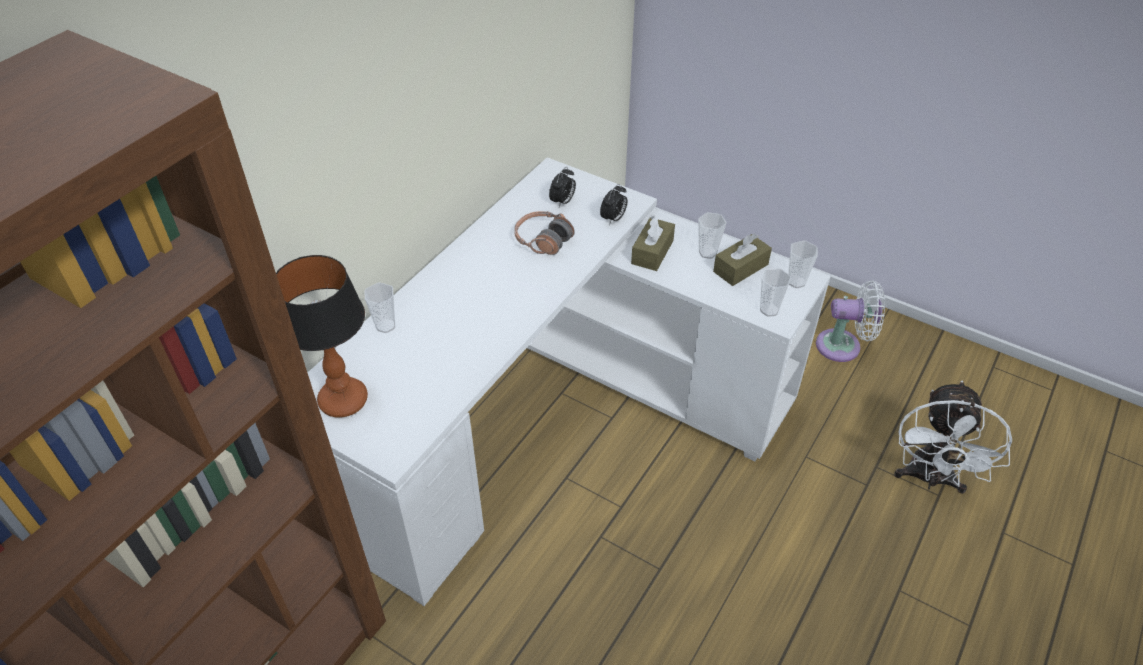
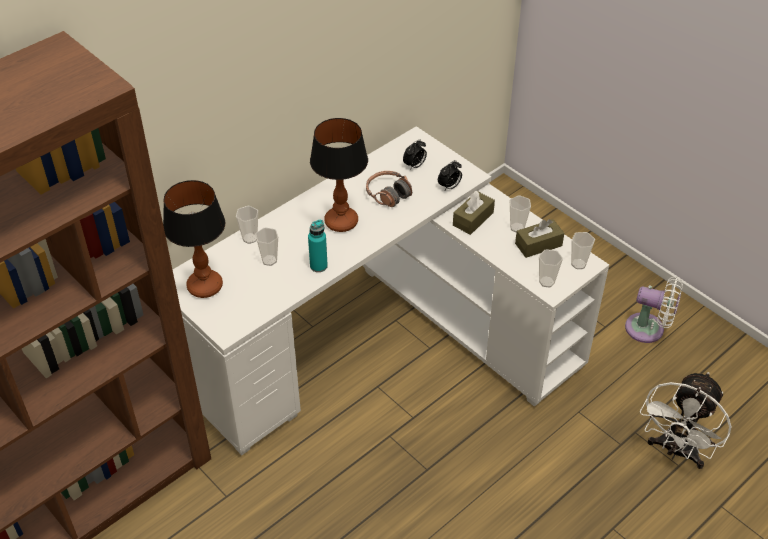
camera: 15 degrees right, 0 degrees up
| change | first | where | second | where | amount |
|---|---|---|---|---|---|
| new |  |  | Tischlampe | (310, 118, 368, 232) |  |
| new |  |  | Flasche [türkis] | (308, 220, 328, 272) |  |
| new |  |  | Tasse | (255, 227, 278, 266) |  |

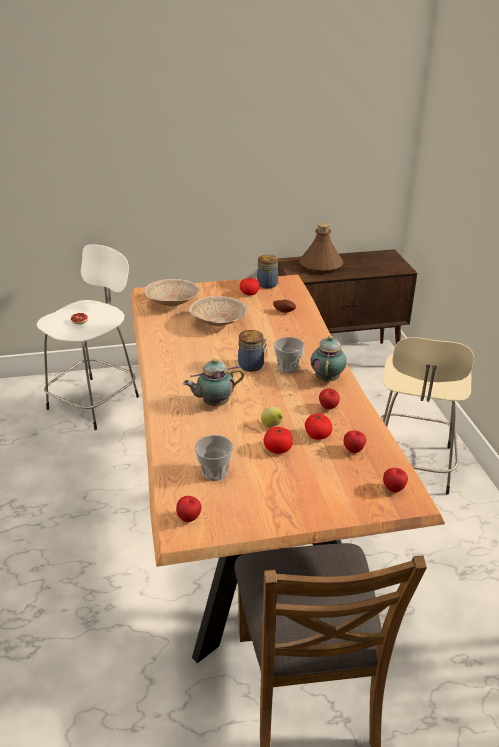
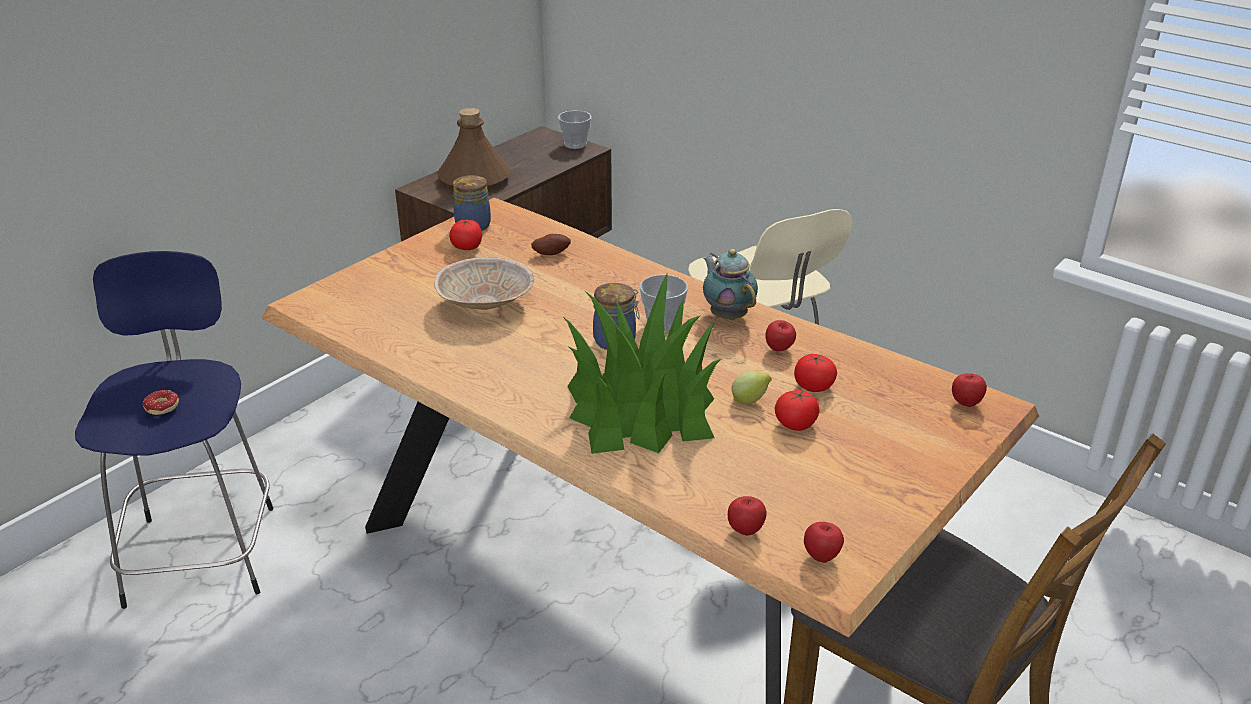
camera: 40 degrees left, 0 degrees up
| change | first | where | second | where | amount |
|---|---|---|---|---|---|
| repainted | Hocker [weiß] | (36, 244, 139, 430) | Hocker [blau] | (75, 251, 273, 609) |  |
| gone | Schüssel [beige] | (145, 279, 200, 307) |  |  |  |
| swapped | Teekanne | (183, 359, 244, 406) | Topfpflanze | (562, 274, 721, 454) |  |
| shifted | Apfel | (343, 430, 366, 454) |  | (728, 496, 767, 536) |  |
| shifted | Tasse | (195, 435, 233, 481) |  | (558, 111, 592, 149) |  |

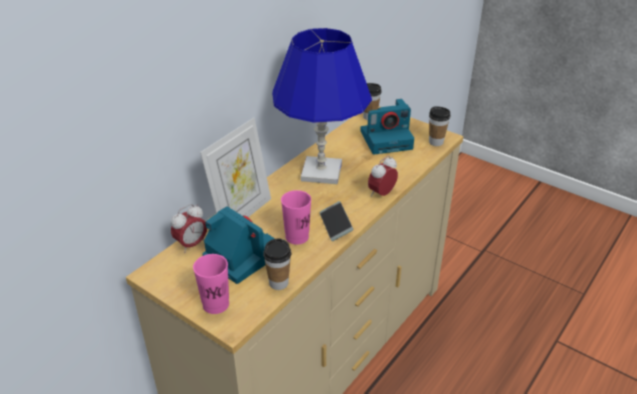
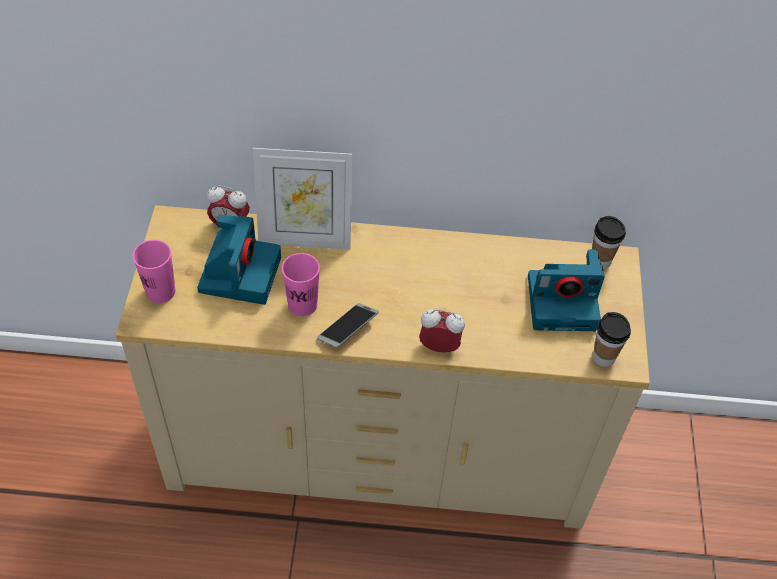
camera: 55 degrees right, 15 degrees up
| change | first | where | second | where | amount |
|---|---|---|---|---|---|
| gone | Tischlampe [blau] | (272, 28, 372, 185) |  |  |  |
| rotated | Kamera | (360, 99, 414, 155) |  | (528, 249, 605, 331) | 45 degrees counterclockwise |
| gone | Tasse | (263, 238, 291, 290) |  |  |  |

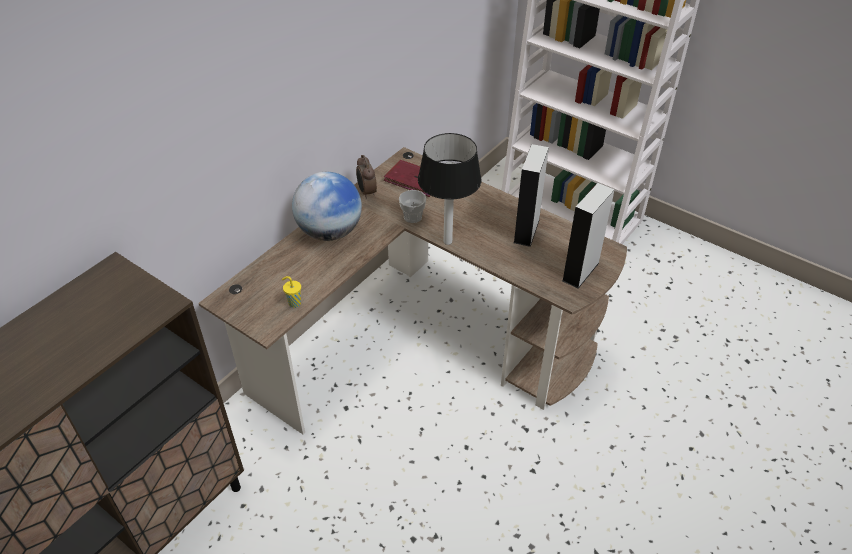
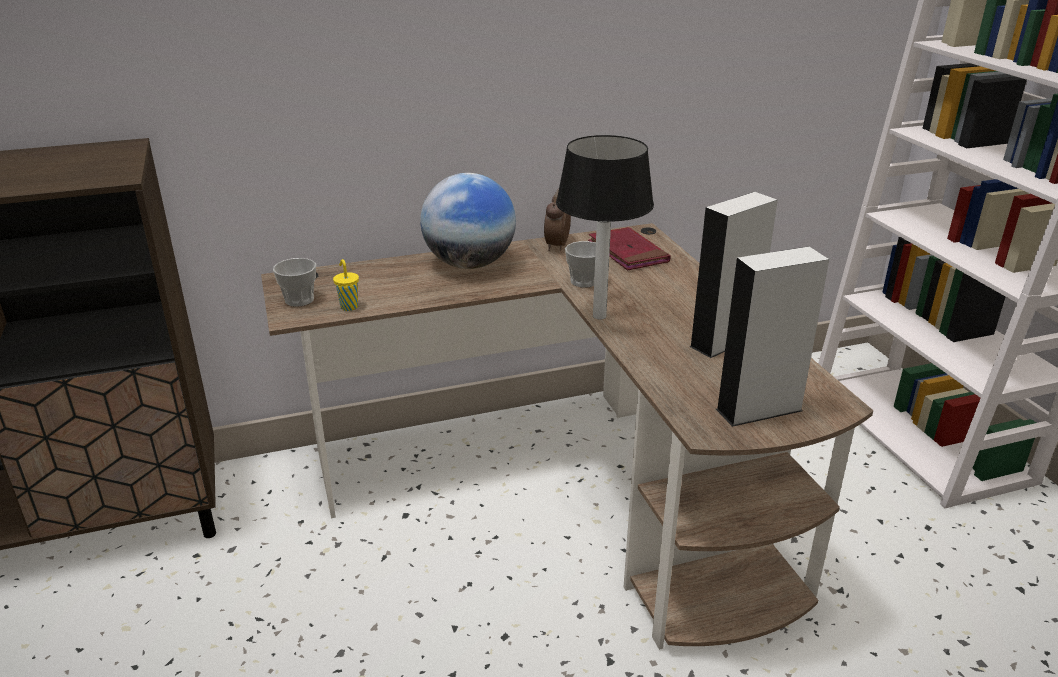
camera: 35 degrees right, 15 degrees down
| change | first | where | second | where | amount |
|---|---|---|---|---|---|
| new |  |  | Tasse | (273, 258, 316, 307) |  |

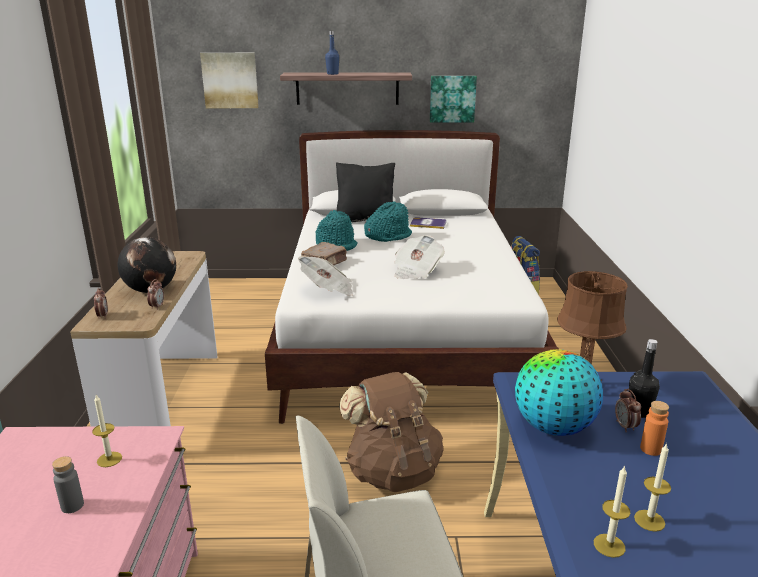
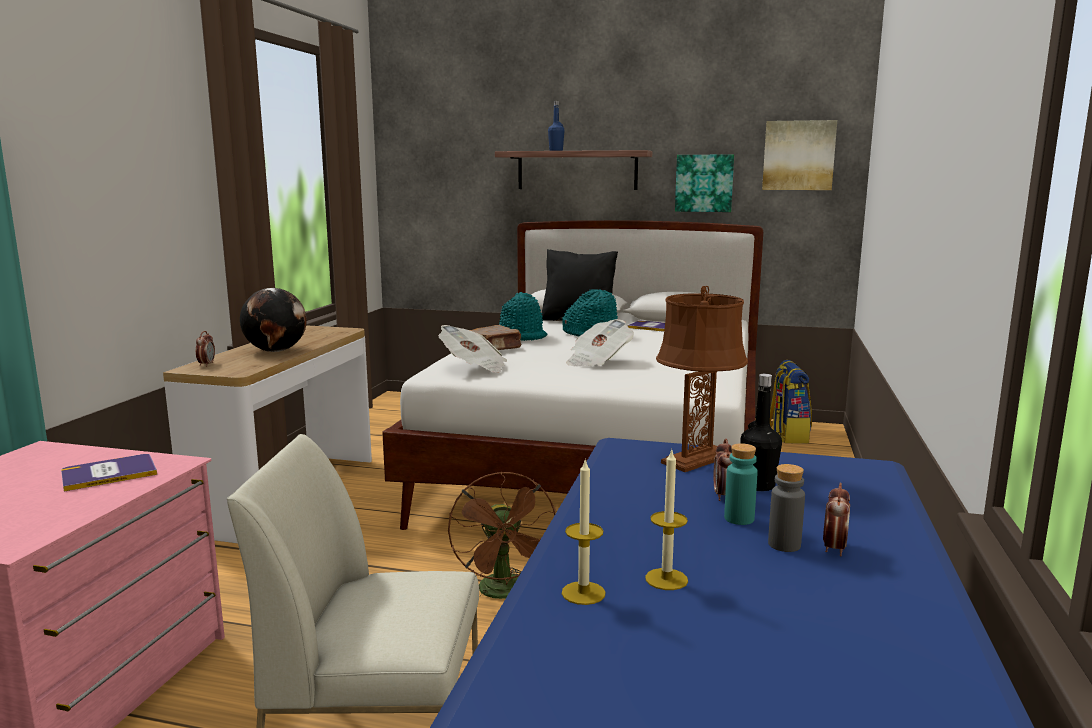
camera: 15 degrees right, 10 degrees down
| change | first | where | second | where | amount |
|---|---|---|---|---|---|
| shifted | Bild | (200, 53, 259, 108) |  | (762, 120, 837, 190) |  |
| shifted | Wecker | (147, 279, 164, 310) |  | (823, 482, 850, 556) |  |
| gone | Globus | (515, 349, 603, 436) |  |  |  |
| swapped | Rucksack [braun] | (339, 372, 444, 492) | Ventilator [braun] | (448, 471, 557, 599) |  |
| swapped | Kerze | (92, 395, 122, 467) | Buch | (61, 454, 157, 491) |  |
| repainted | Flasche [orange] | (640, 401, 669, 456) | Flasche [türkis] | (724, 443, 758, 525) |  |
| shifted | Flasche [grau] | (52, 456, 84, 513) |  | (768, 464, 805, 552) |  |

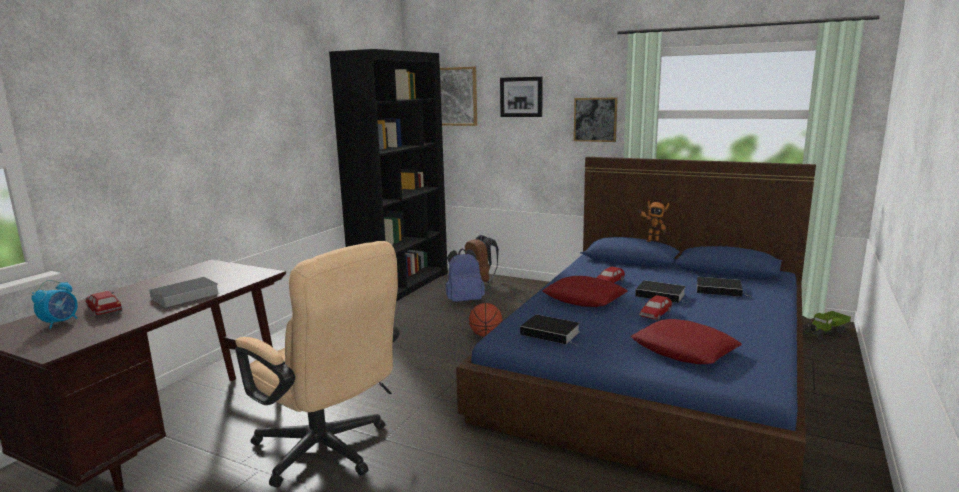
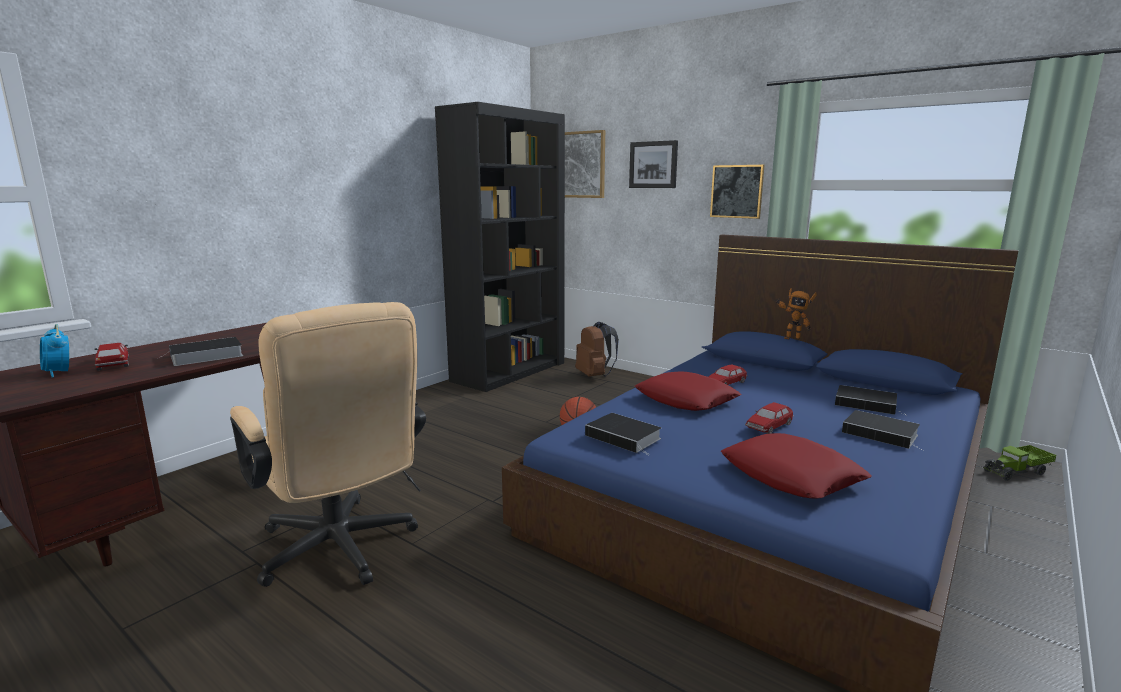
camera: 10 degrees right, 0 degrees up
| change | first | where | second | where | amount |
|---|---|---|---|---|---|
| gone | Rucksack [blau] | (446, 248, 485, 302) |  |  |  |
| rotated | Wecker | (31, 280, 78, 329) |  | (40, 324, 69, 378) | 105 degrees clockwise |
| shifted | Buch | (635, 280, 687, 303) |  | (842, 410, 925, 451) |  |

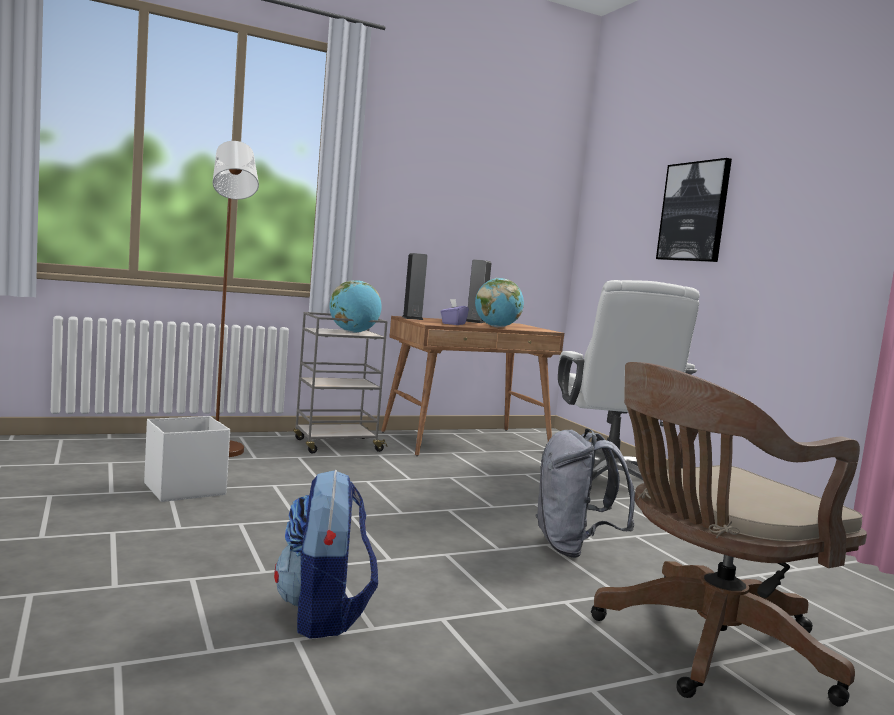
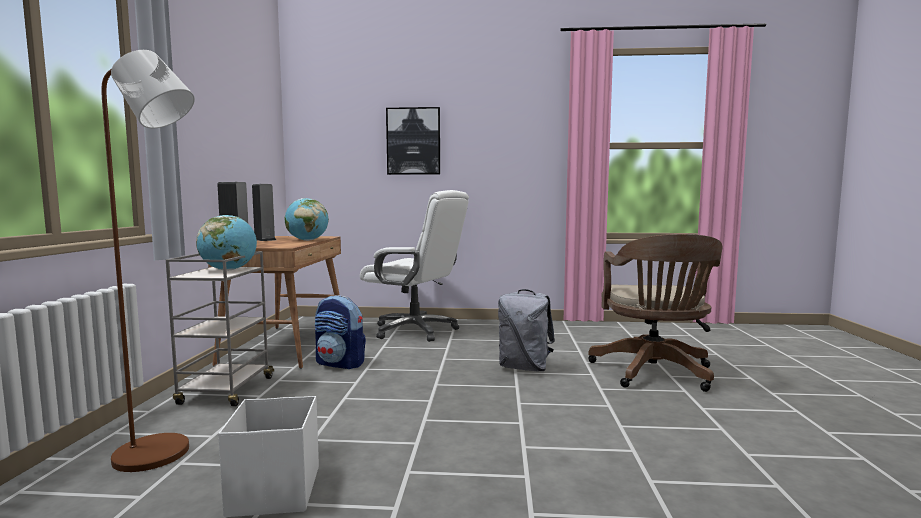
camera: 60 degrees left, 0 degrees up
| change | first | where | second | where | amount |
|---|---|---|---|---|---|
| gone | Taschentuchbox [lila] | (440, 299, 469, 325) |  |  |  |
| shifted | Rucksack | (274, 470, 378, 639) |  | (315, 295, 366, 369) |  |

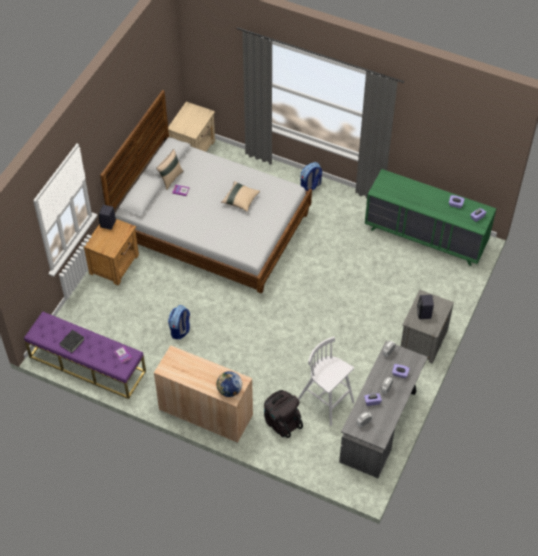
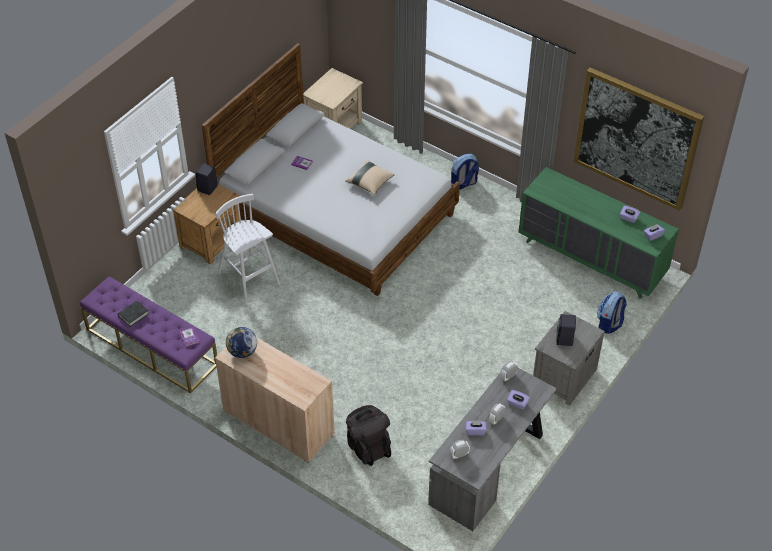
camera: 10 degrees right, 5 degrees down
| change | first | where | second | where | amount |
|---|---|---|---|---|---|
| gone | Kissen [beige] | (156, 149, 183, 190) |  |  |  |
| shifted | Rucksack | (168, 305, 190, 339) |  | (597, 291, 627, 334) |  |
| shifted | Hocker [weiß] | (298, 337, 355, 426) |  | (215, 194, 280, 303) |  |
| shifted | Globus | (216, 371, 242, 397) |  | (226, 327, 257, 358) |  |
| new |  |  | Bild | (574, 67, 704, 211) |  |

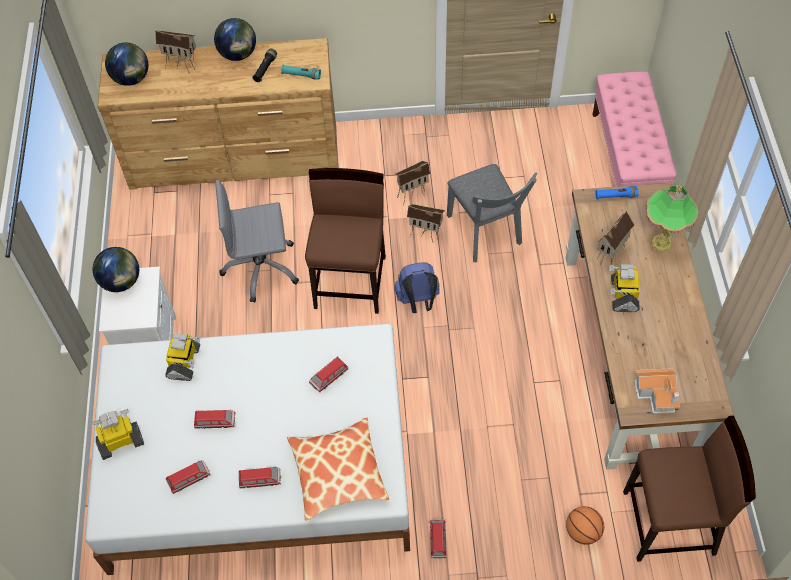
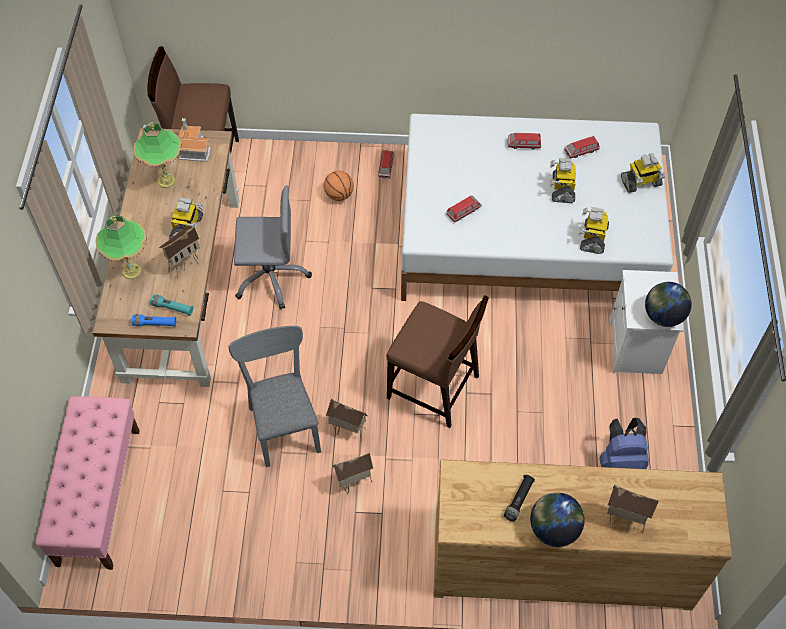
camera: 175 degrees left, 0 degrees up
| change | first | where | second | where | amount |
|---|---|---|---|---|---|
| gone | Globus | (105, 43, 148, 86) |  |  |  |
| shifted | Taschenlampe [türkis] | (281, 65, 321, 80) |  | (150, 294, 193, 316) |  |
| rotated | Stuhl [braun] | (305, 168, 386, 314) |  | (386, 295, 489, 428) | 75 degrees counterclockwise |
| shifted | Bürostuhl [grau] | (215, 180, 299, 302) |  | (234, 185, 312, 309) |  |
| shifted | Rucksack [blau] | (395, 262, 440, 313) |  | (600, 418, 649, 469) |  |
| swapped | Spielzeugauto | (194, 409, 235, 429) | Spielzeugroboter | (550, 158, 576, 203) |  |
| gone | Kissen | (287, 418, 389, 521) |  |  |  |
| shifted | Basketball | (566, 506, 604, 545) |  | (324, 171, 354, 201) |  |
| new |  |  | Tischlampe | (134, 122, 182, 188) |  |

